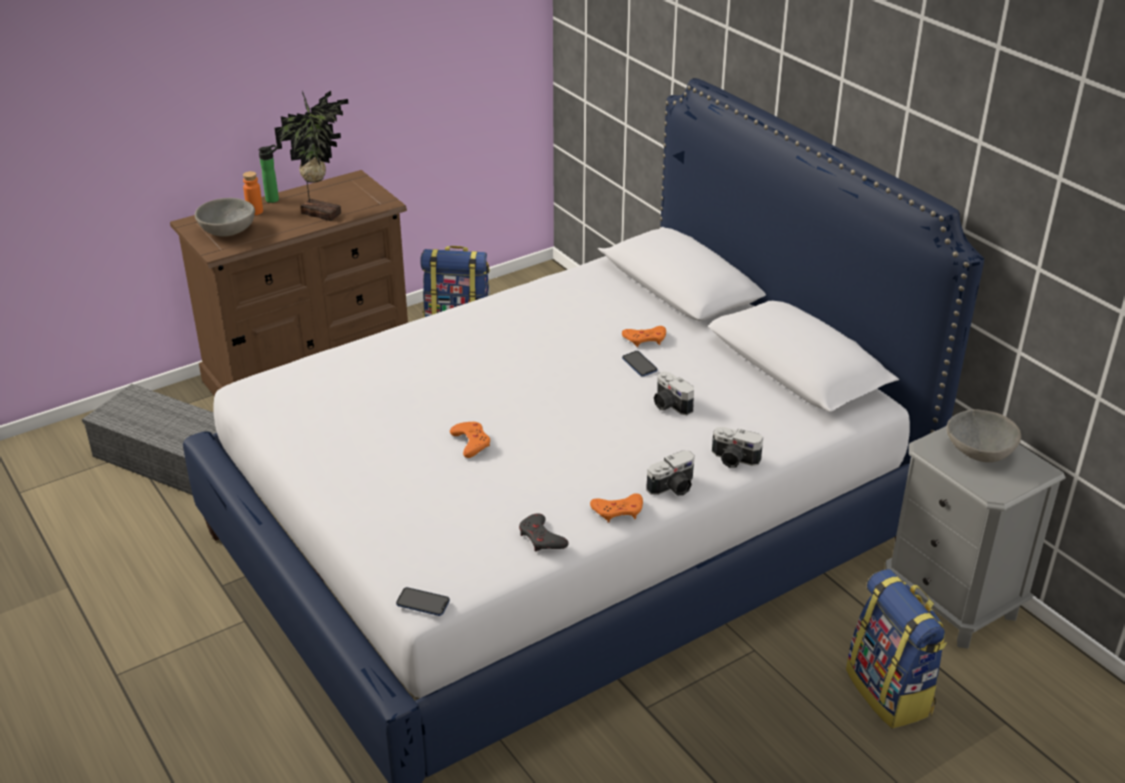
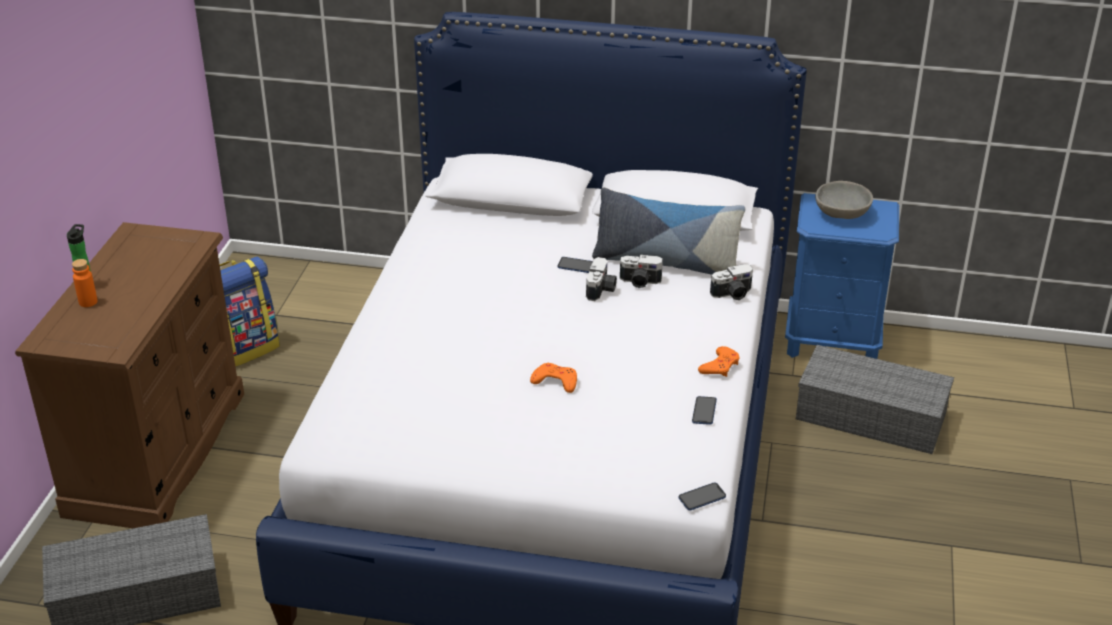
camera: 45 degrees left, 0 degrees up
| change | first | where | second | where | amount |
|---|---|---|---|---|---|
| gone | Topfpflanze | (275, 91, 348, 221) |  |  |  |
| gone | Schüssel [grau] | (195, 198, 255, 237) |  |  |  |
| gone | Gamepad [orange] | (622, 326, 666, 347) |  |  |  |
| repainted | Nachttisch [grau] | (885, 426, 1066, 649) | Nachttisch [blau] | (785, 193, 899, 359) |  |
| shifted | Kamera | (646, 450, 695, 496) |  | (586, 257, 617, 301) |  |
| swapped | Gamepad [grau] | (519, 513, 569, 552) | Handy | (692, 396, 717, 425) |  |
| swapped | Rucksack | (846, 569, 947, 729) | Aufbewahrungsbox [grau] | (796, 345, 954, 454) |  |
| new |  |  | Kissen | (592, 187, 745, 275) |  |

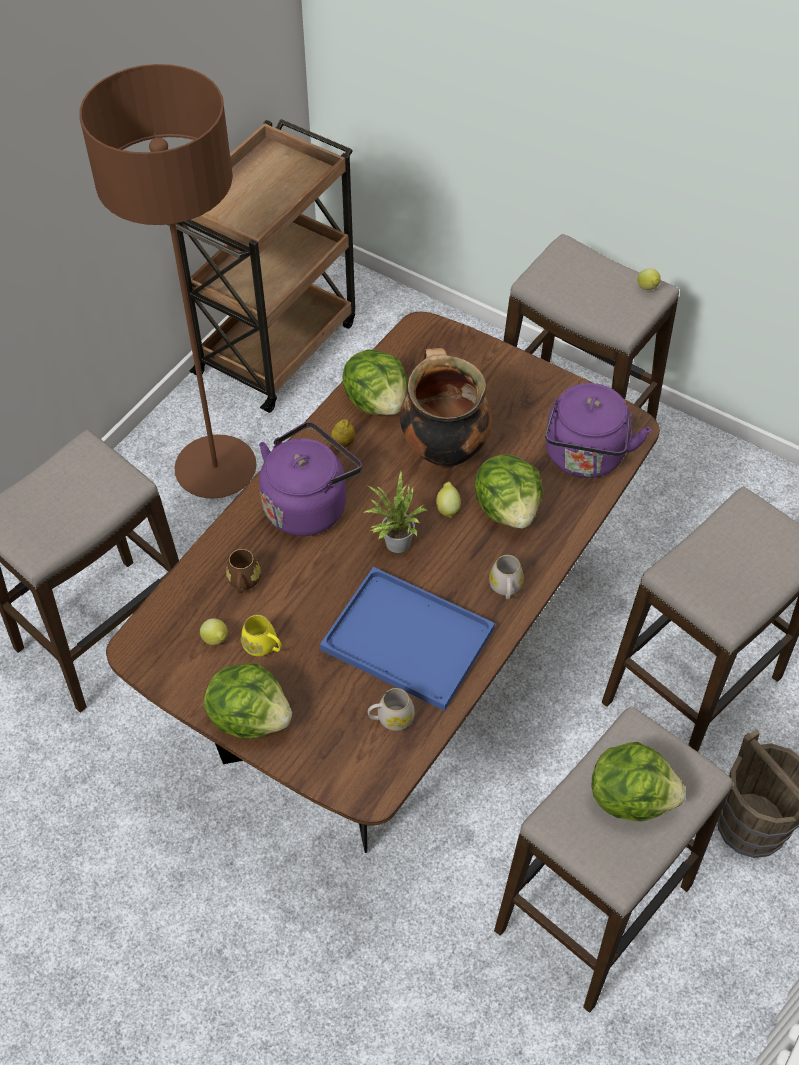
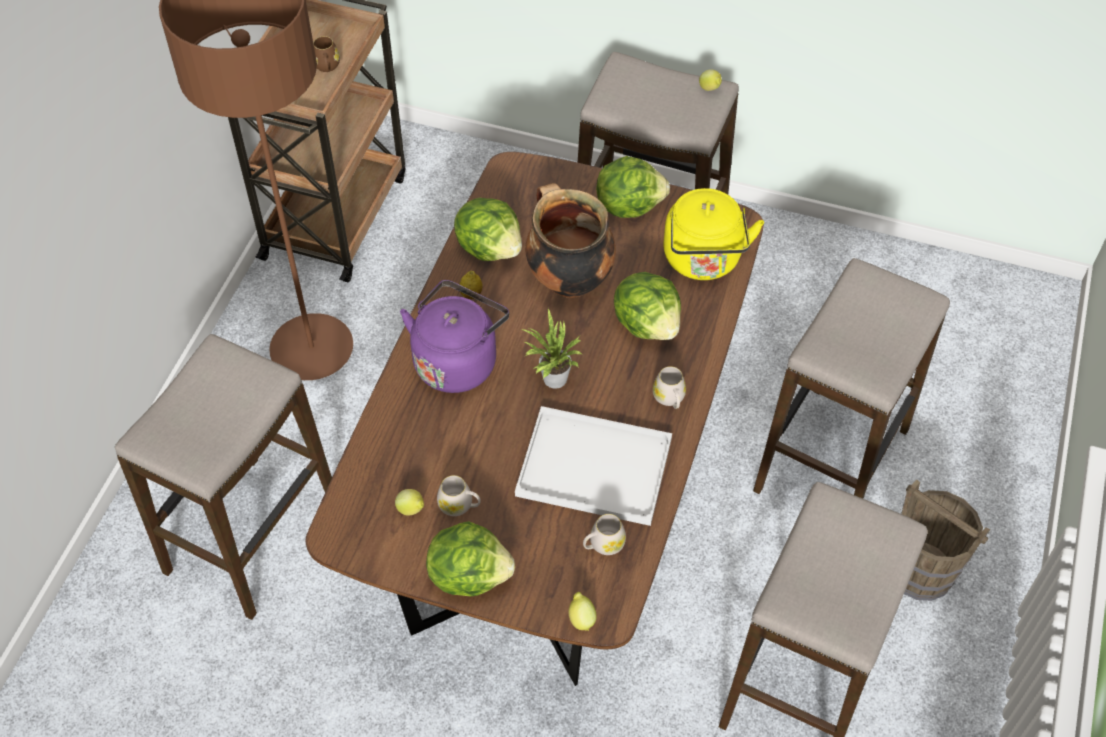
camera: 15 degrees left, 0 degrees up
| change | first | where | second | where | amount |
|---|---|---|---|---|---|
| repainted | Wasserkessel [lila] | (545, 383, 651, 478) | Wasserkessel [gelb] | (663, 188, 764, 280) |  |
| shifted | Zitrone | (436, 482, 461, 518) |  | (568, 592, 597, 631) |  |
| shifted | Henkelbecher [braun] | (226, 549, 261, 593) |  | (313, 36, 340, 72) |  |
| repainted | Tablett [blau] | (320, 567, 495, 711) | Tablett [weiß] | (515, 406, 672, 526) |  |
| repainted | Henkelbecher [gelb] | (241, 615, 282, 656) | Henkelbecher [weiß] | (437, 475, 481, 516) |  |
| shifted | Salatkopf | (592, 742, 686, 821) |  | (596, 156, 670, 218) |  |

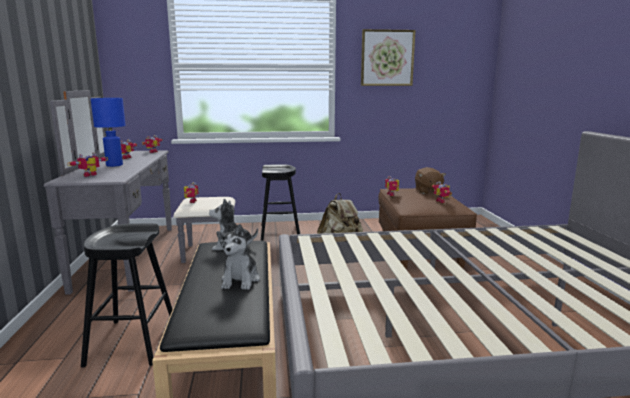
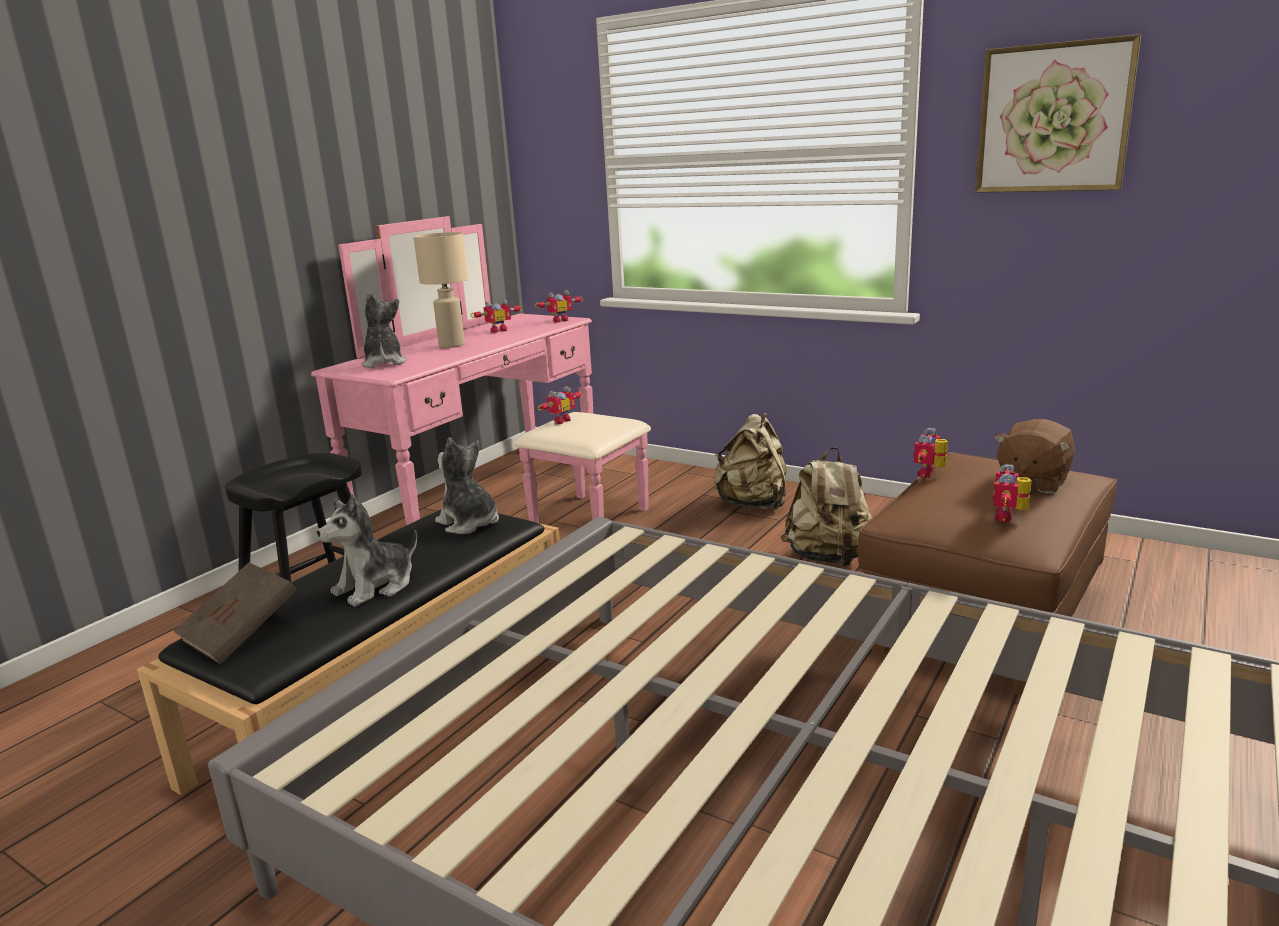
camera: 40 degrees right, 5 degrees up
| change | first | where | second | where | amount |
|---|---|---|---|---|---|
| repainted | Kommode [grau] | (44, 90, 236, 295) | Kommode [rosa] | (311, 216, 651, 526) |  |
| repainted | Tischlampe [blau] | (91, 98, 126, 167) | Tischlampe [beige] | (414, 232, 468, 348) |  |
| swapped | Spielzeugroboter | (67, 152, 108, 177) | Plüschtier | (361, 292, 407, 368) |  |
| swapped | Hocker [schwarz] | (261, 164, 300, 241) | Rucksack [beige] | (714, 412, 787, 510) |  |
| new |  |  | Buch [braun] | (173, 562, 296, 664) |  |

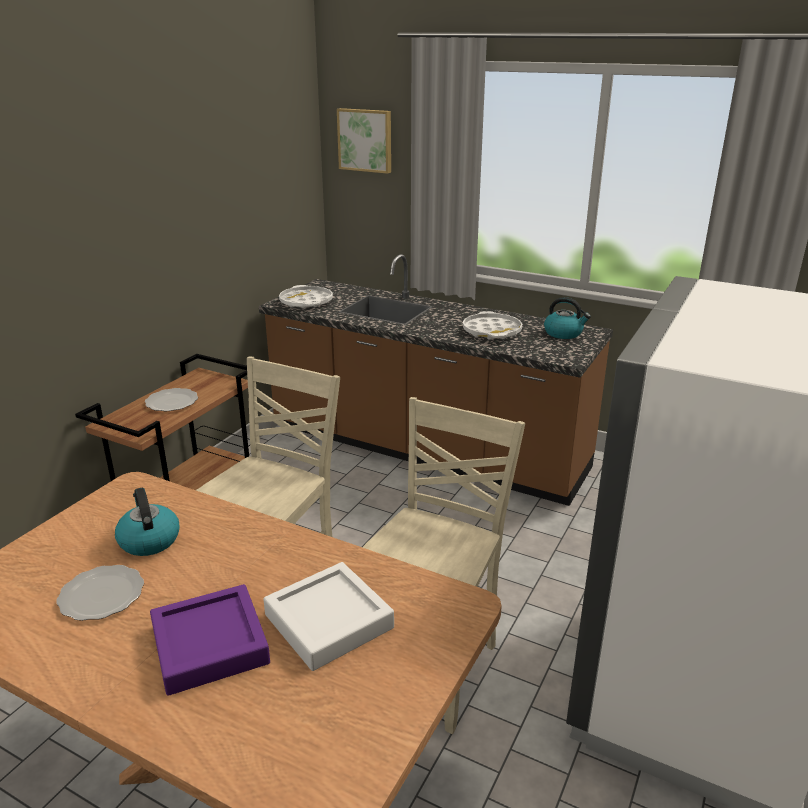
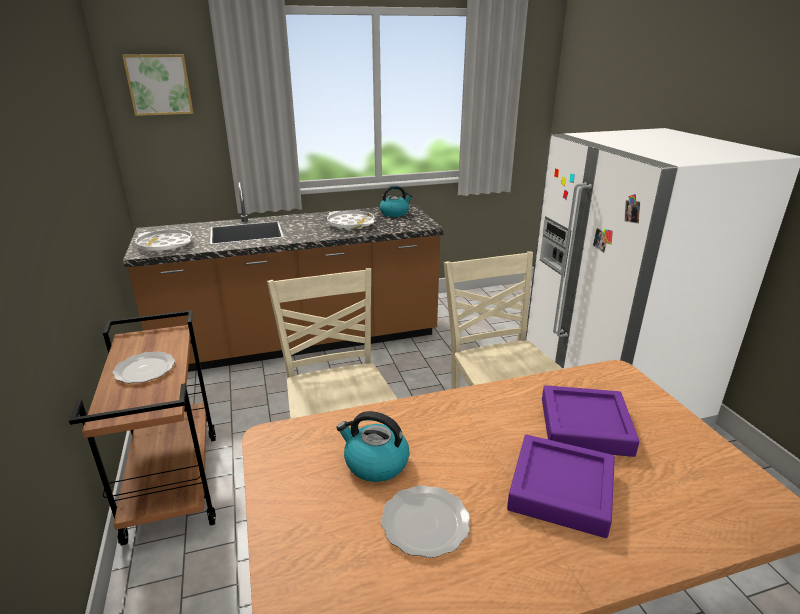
camera: 45 degrees left, 0 degrees up
| change | first | where | second | where | amount |
|---|---|---|---|---|---|
| repainted | Tablett [weiß] | (263, 562, 394, 671) | Tablett [lila] | (542, 385, 639, 457) |  |

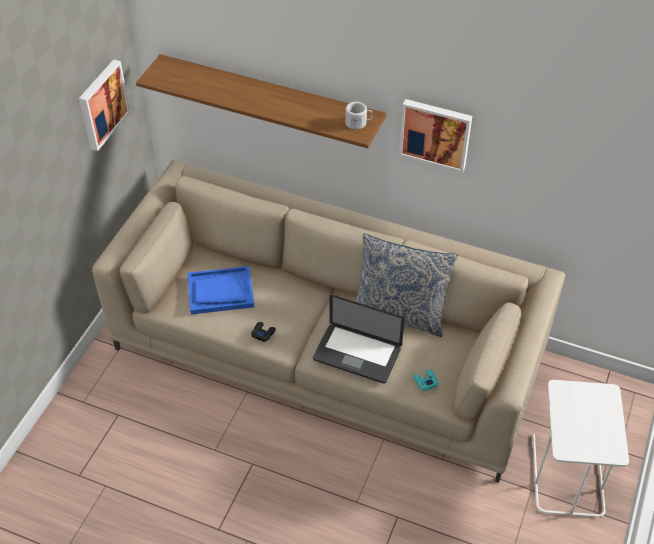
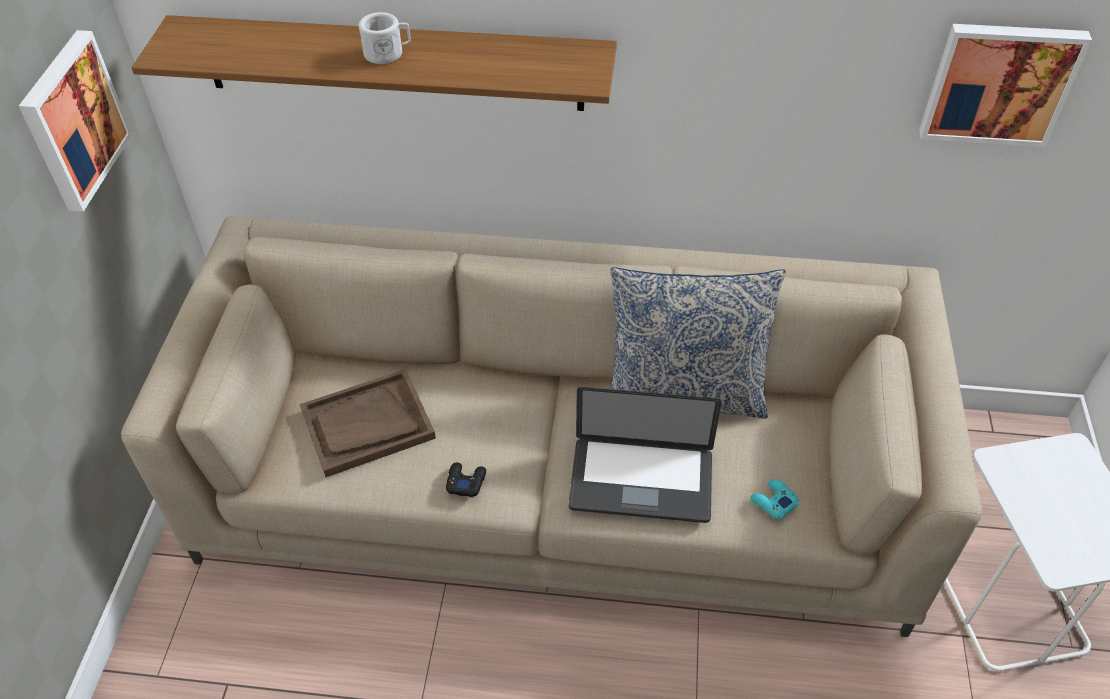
camera: 15 degrees left, 0 degrees up
| change | first | where | second | where | amount |
|---|---|---|---|---|---|
| shifted | Bild | (399, 99, 472, 173) |  | (919, 24, 1092, 147) |  |
| shifted | Henkelbecher [weiß] | (345, 102, 372, 130) |  | (359, 12, 411, 64) |  |
| repainted | Tablett [blau] | (187, 266, 254, 314) | Tablett [braun] | (300, 369, 436, 477) |  |

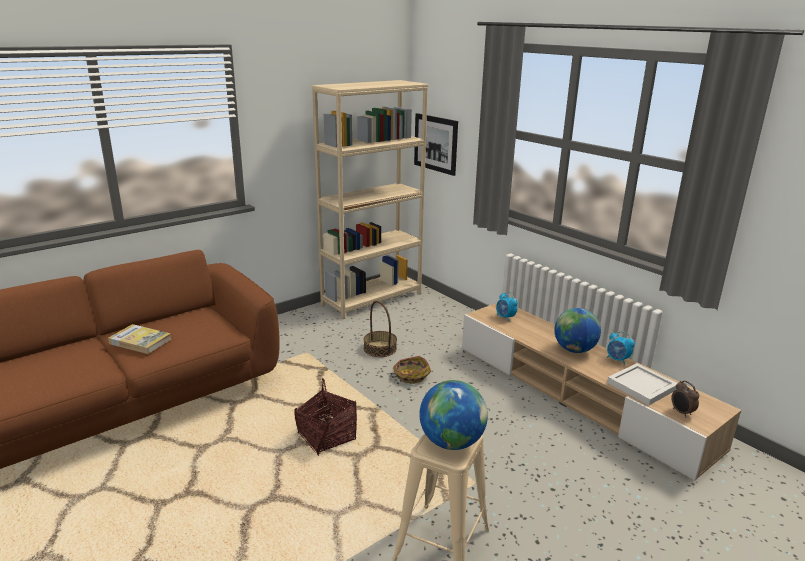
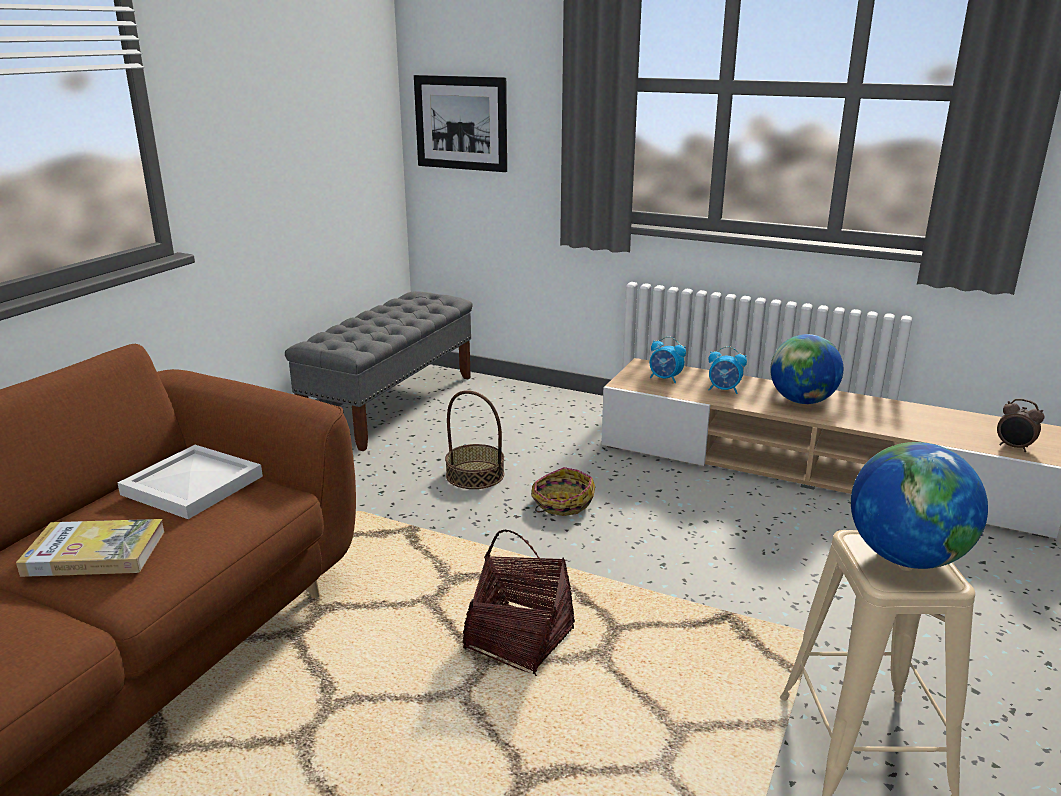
camera: 25 degrees left, 0 degrees up
| change | first | where | second | where | amount |
|---|---|---|---|---|---|
| swapped | Bücherregal [beige] | (312, 80, 428, 319) | Bank [grau] | (285, 291, 472, 451) |  |
| shifted | Wecker | (606, 331, 635, 365) |  | (708, 346, 747, 394) |  |
| shifted | Tablett [weiß] | (607, 363, 678, 405) |  | (118, 445, 263, 519) |  |

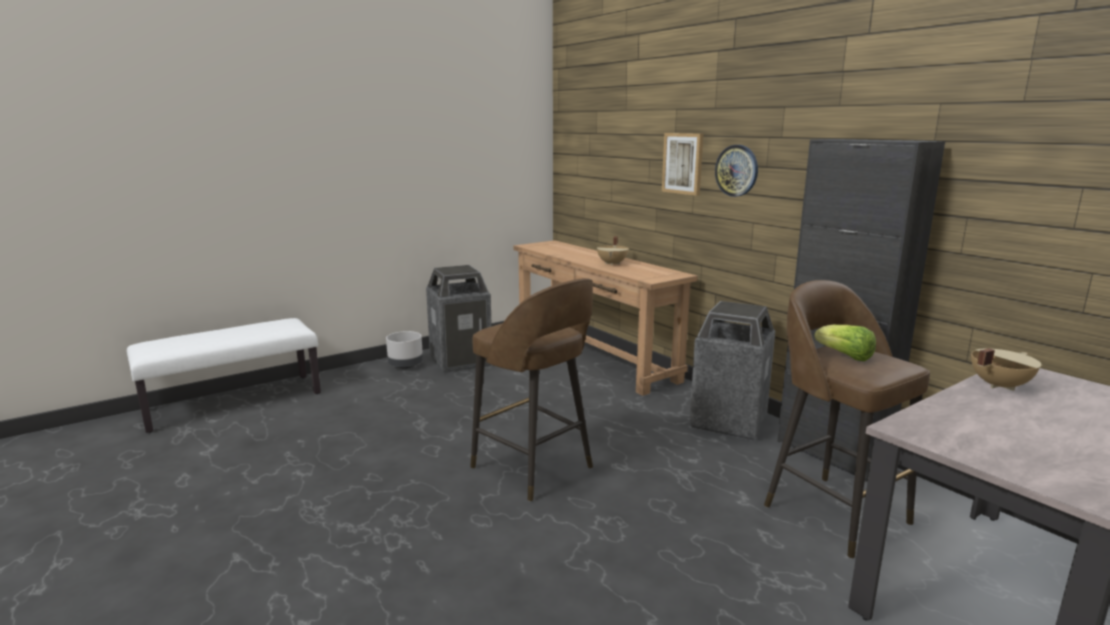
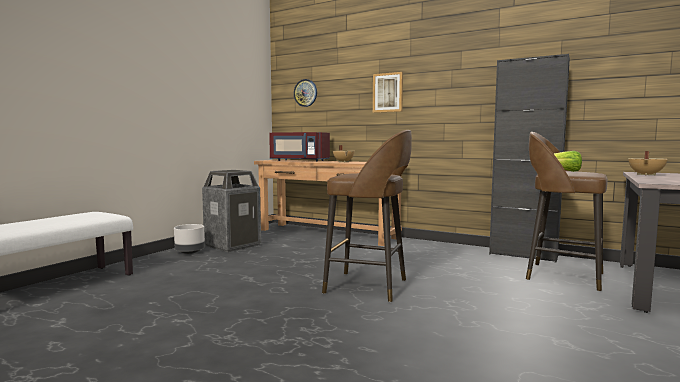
camera: 25 degrees left, 10 degrees down
| change | first | where | second | where | amount |
|---|---|---|---|---|---|
| shifted | Wanduhr | (715, 145, 758, 197) |  | (294, 79, 317, 107) |  |
| gone | Mülleimer | (689, 301, 775, 441) |  |  |  |
| new |  |  | Mikrowelle [rot] | (269, 132, 330, 162) |  |

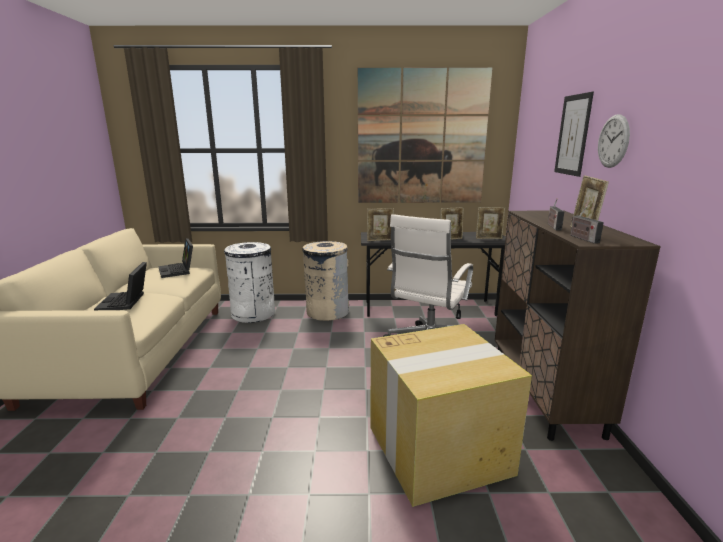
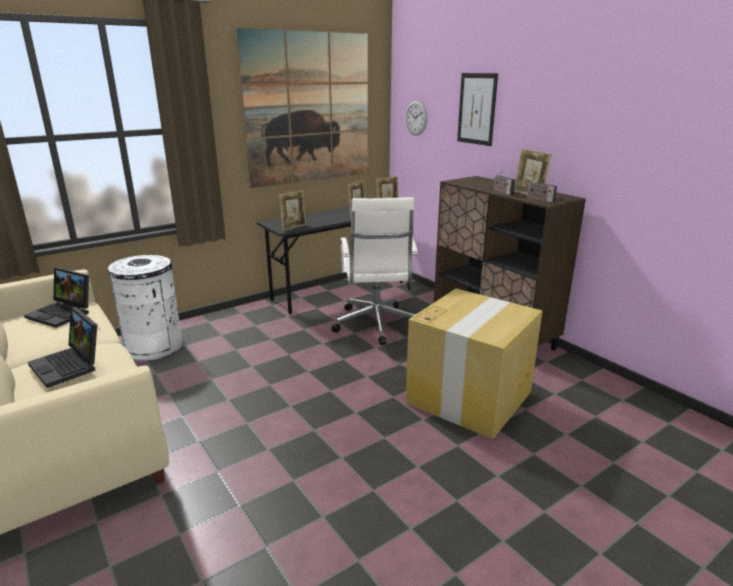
camera: 35 degrees left, 5 degrees up
| change | first | where | second | where | amount |
|---|---|---|---|---|---|
| shifted | Wanduhr | (598, 114, 630, 168) |  | (405, 101, 427, 135) |  |
| gone | Mülleimer [beige] | (302, 241, 349, 321) |  |  |  |

